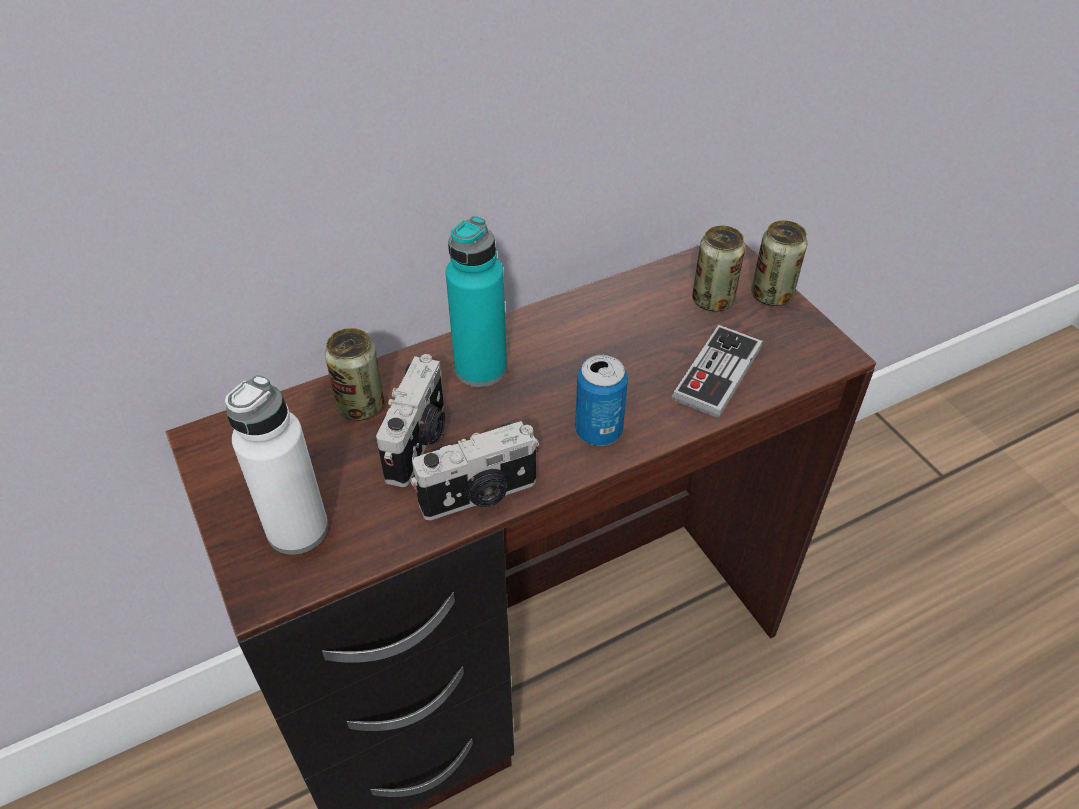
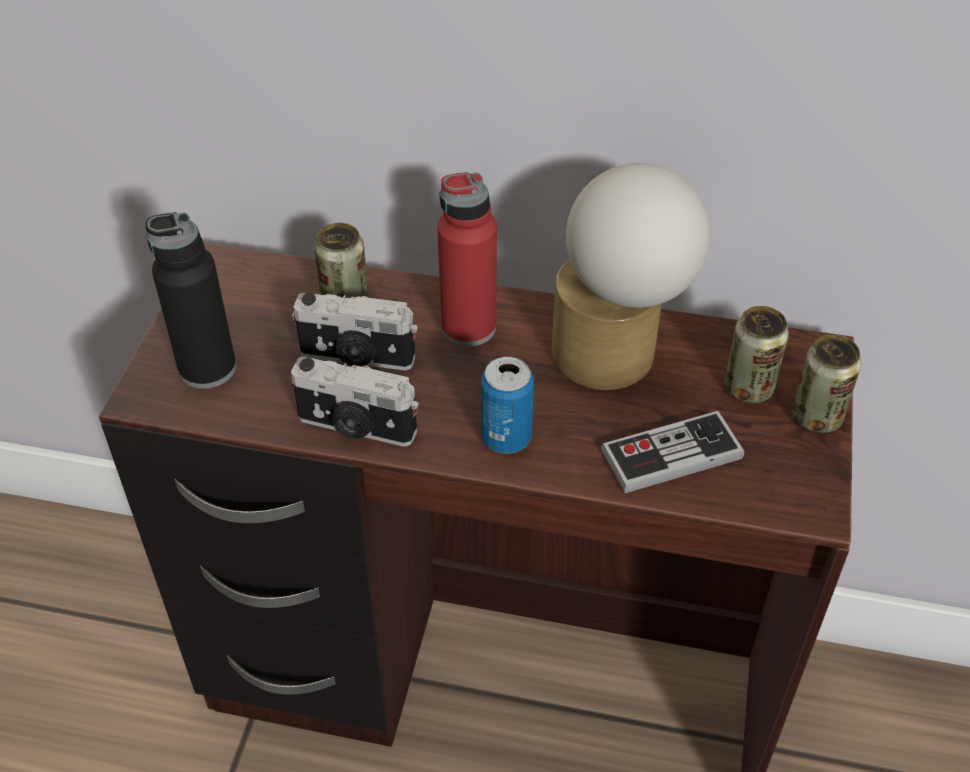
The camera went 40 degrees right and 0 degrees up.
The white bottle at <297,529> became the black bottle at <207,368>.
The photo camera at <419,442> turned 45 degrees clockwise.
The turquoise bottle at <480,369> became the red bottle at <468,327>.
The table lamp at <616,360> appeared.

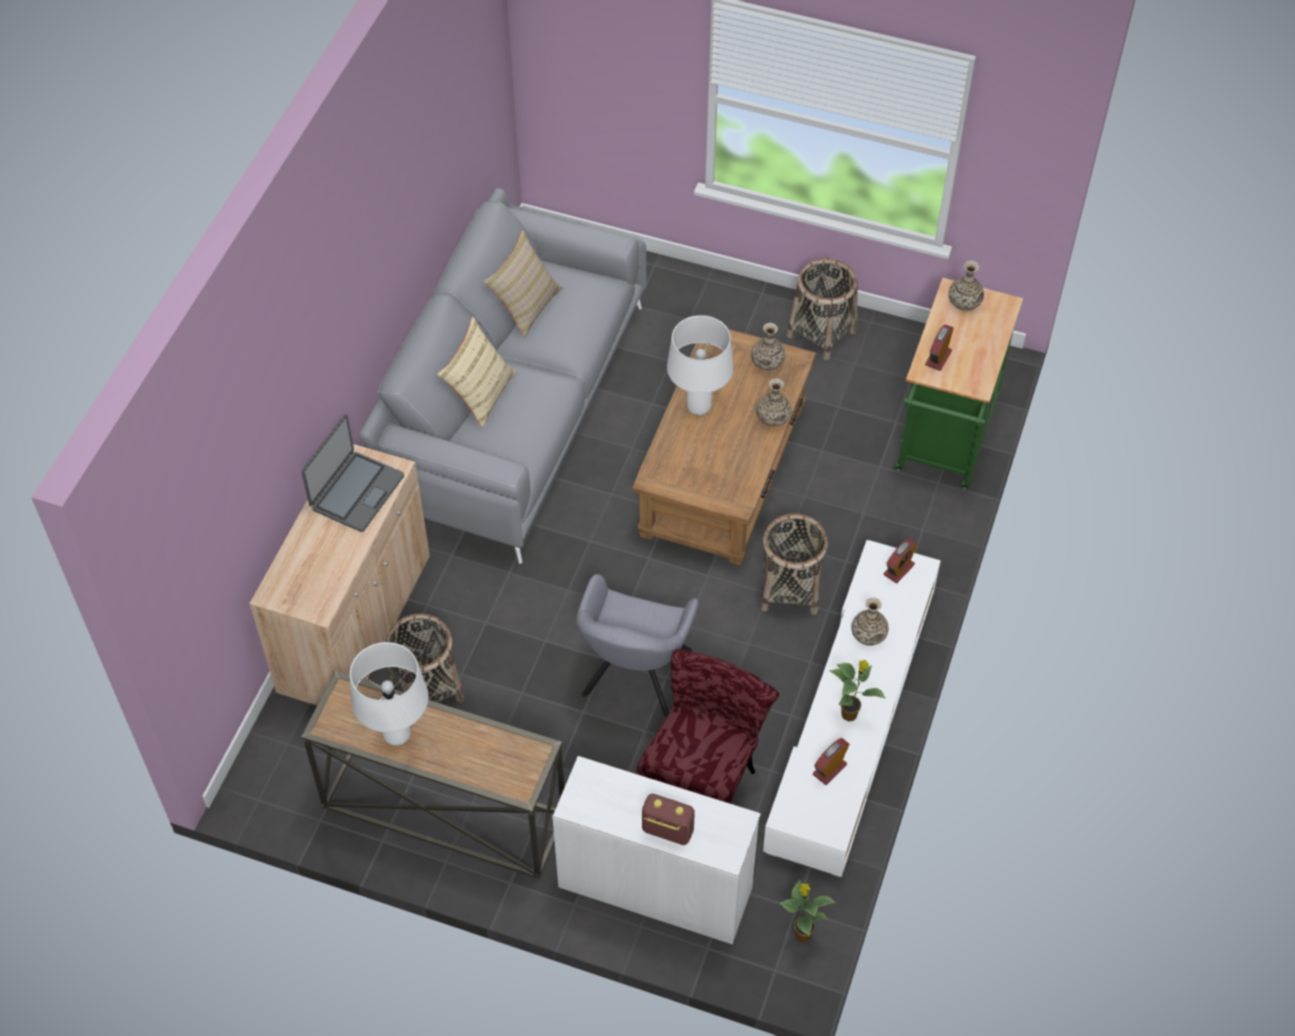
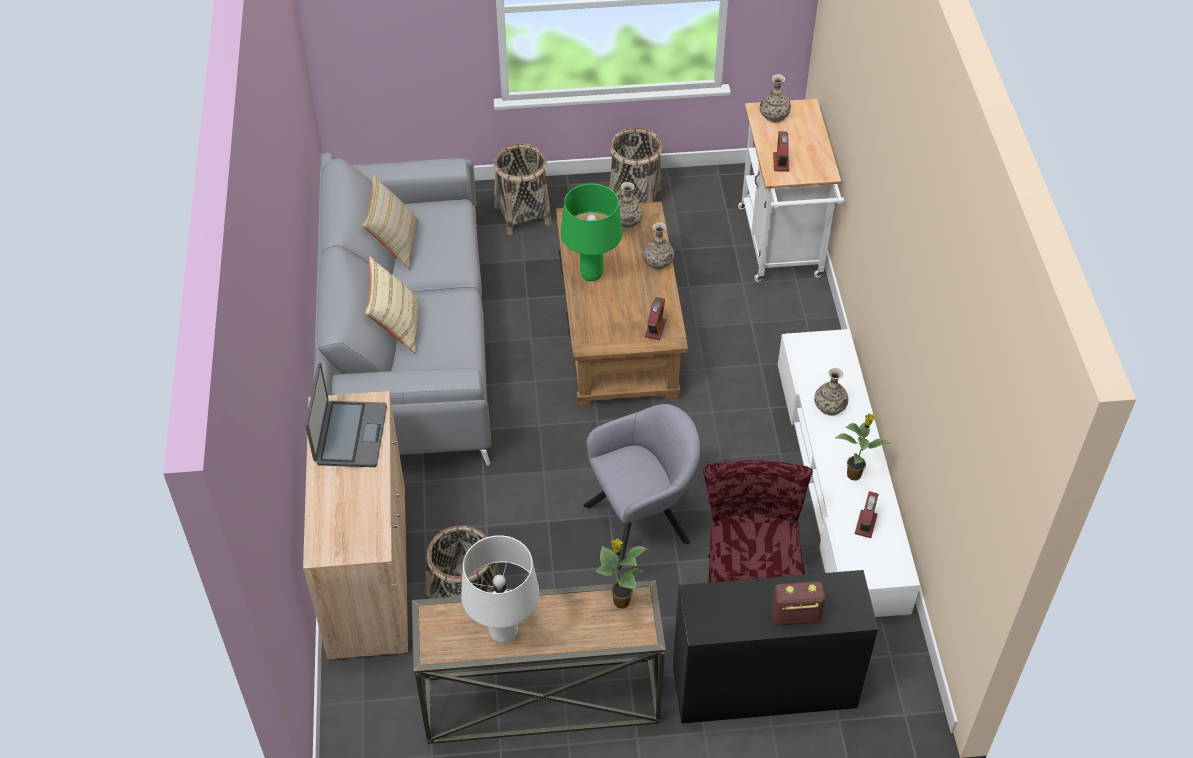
The camera went 25 degrees left and 5 degrees down.
The white desk at <655,884> became the black desk at <763,685>.
The grey armchair at <634,678> turned 105 degrees counterclockwise.
The white table lamp at <698,407> became the green table lamp at <591,274>.
The basket moved from <790,589> to <523,215>.
The potted plant moved from <802,933> to <620,601>.
The alarm clock moved from <898,569> to <655,329>.
The green cart at <944,442> became the white cart at <781,247>.

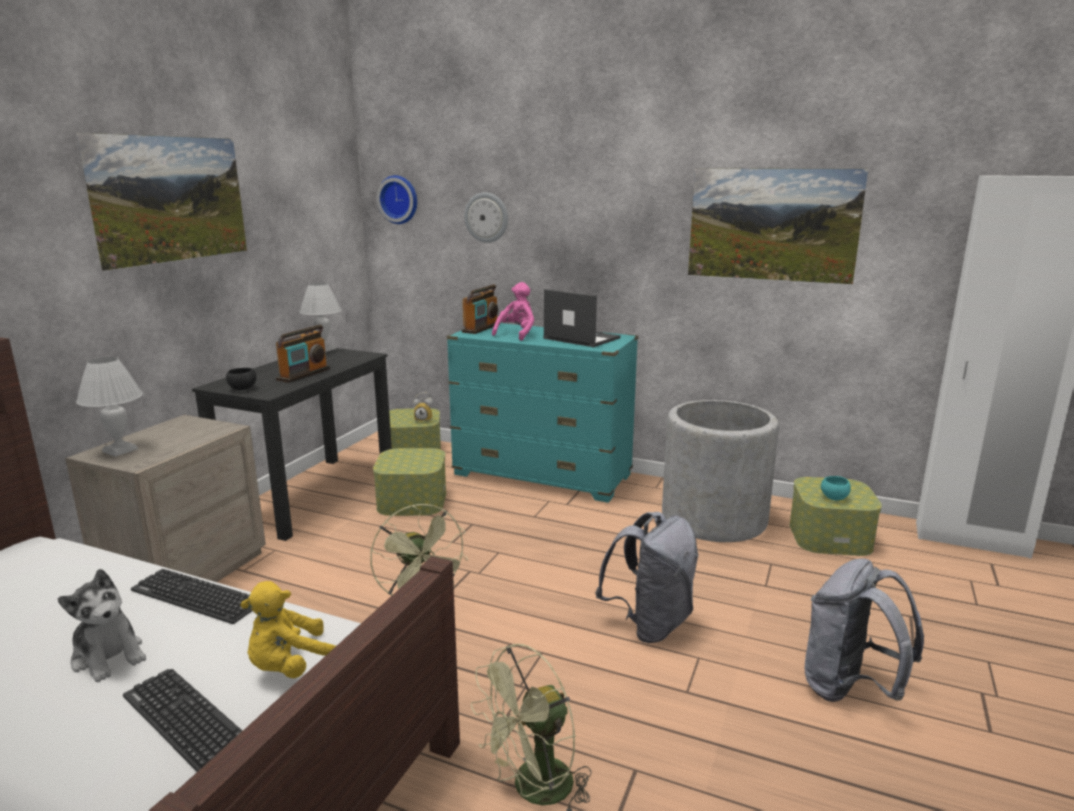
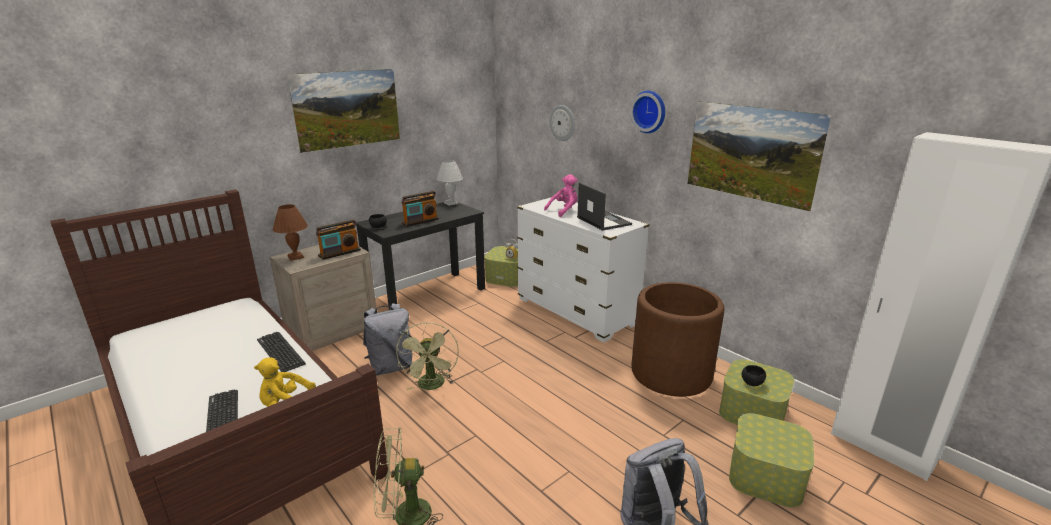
The camera went 25 degrees right and 5 degrees up.
The plush toy at <109,656> disappeared.
The white table lamp at <121,450> became the brown table lamp at <296,257>.
The storage box moved from <412,500> to <765,475>.
The wall clock moved from <399,199> to <650,111>.
The turquoise dresser at <542,476> became the white dresser at <576,312>.
The radio moved from <481,328> to <339,253>.
The grey backpack moved from <650,624> to <391,367>.
The grey planter at <714,518> became the brown planter at <671,373>.
The turquoise bowl at <834,498> became the black bowl at <751,383>.

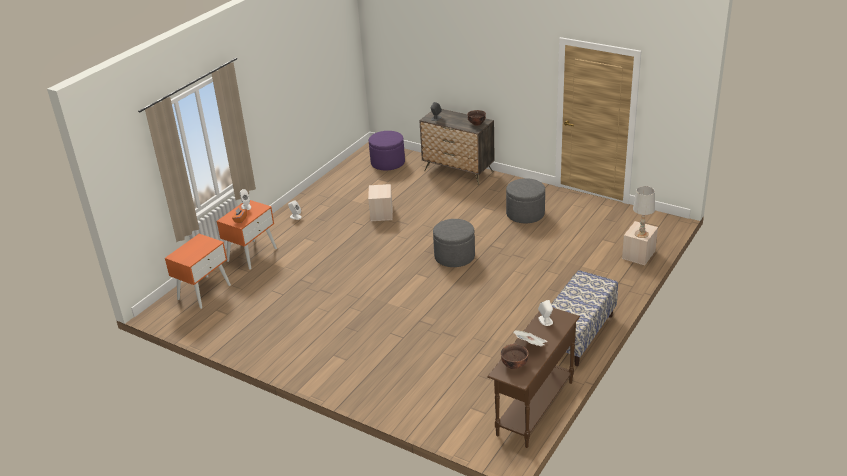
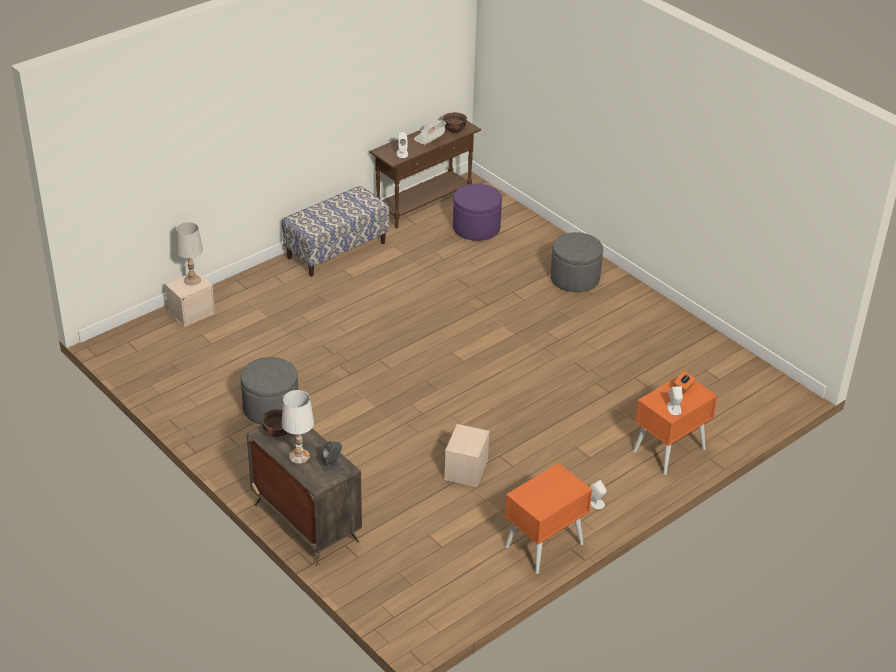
The camera went 165 degrees left and 5 degrees up.
The orange nightstand moved from <204,291> to <544,545>.
The purple ottoman moved from <387,163> to <476,228>.
The grey ottoman moved from <454,256> to <574,278>.
The white table lamp at <299,456> appeared.

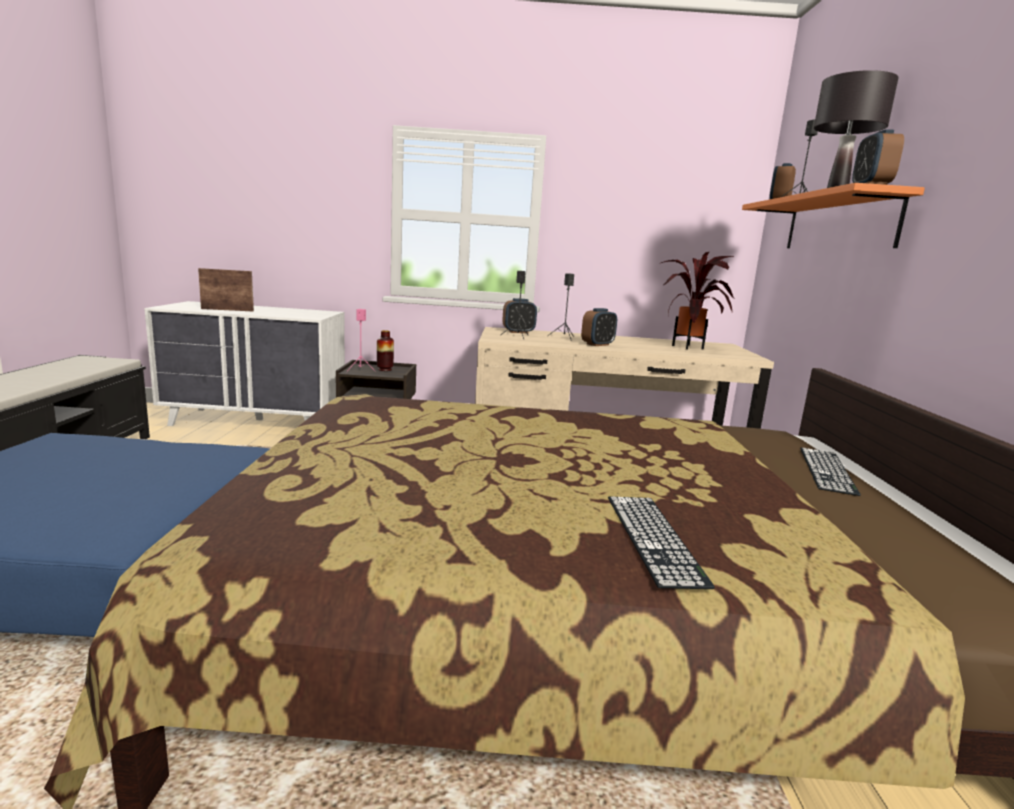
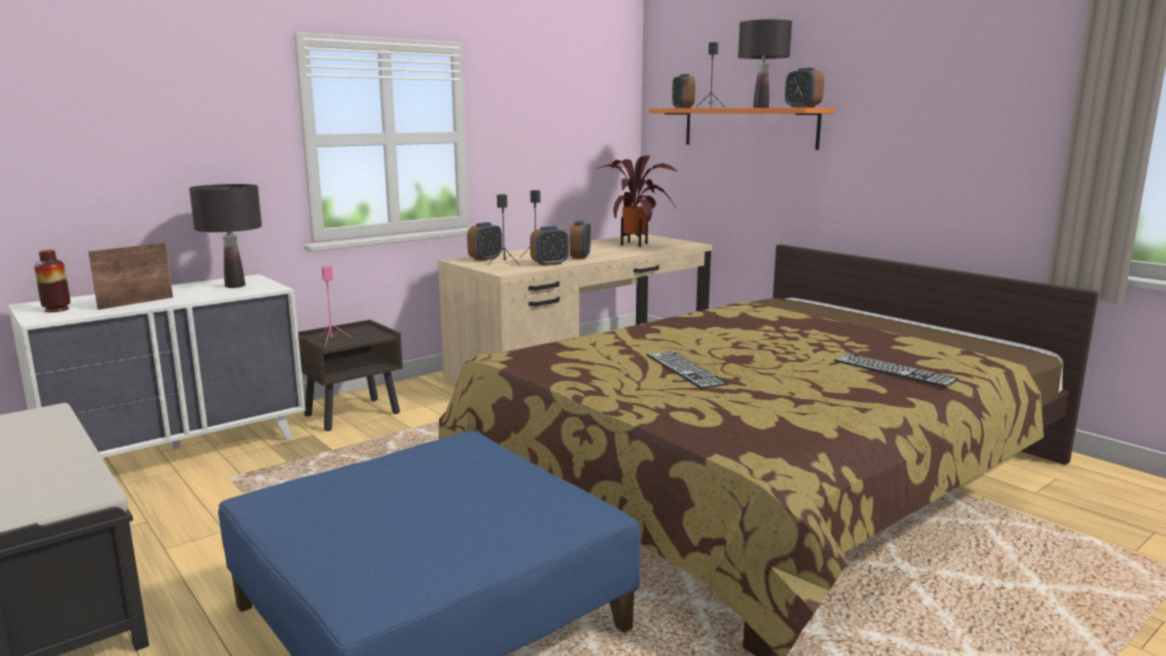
The camera went 40 degrees left and 0 degrees up.
The vase moved from <385,369> to <57,310>.
The keyboard moved from <827,470> to <685,369>.
The black table lamp at <235,286> appeared.
The alarm clock at <549,264> appeared.

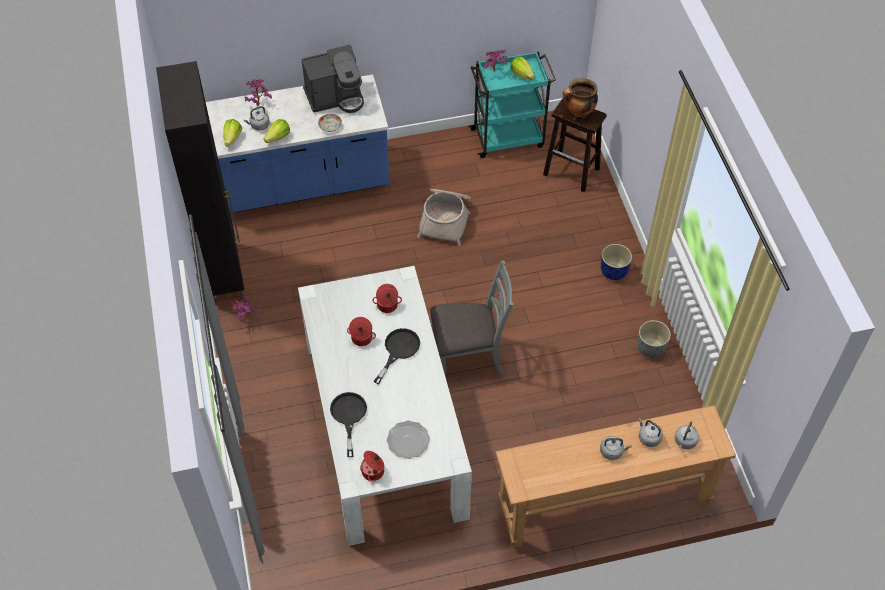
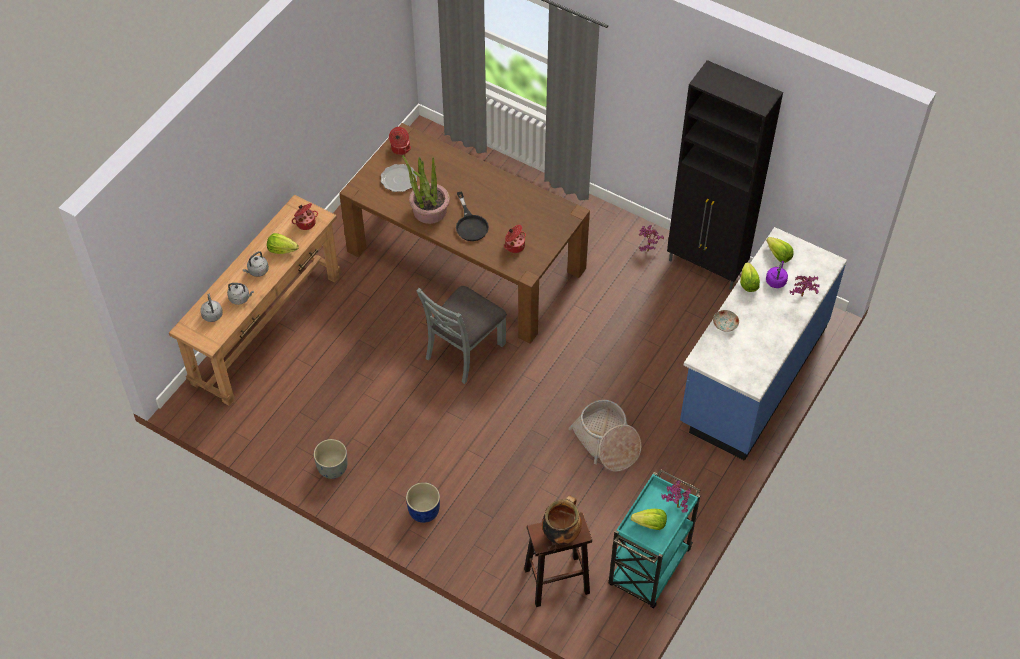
The camera went 135 degrees right and 0 degrees up.
The grey kettle at <259,125> became the purple kettle at <776,280>.
The white dining table at <384,427> became the brown dining table at <466,260>.
The coffee machine at <335,97> disappeared.
The black frying pan at <348,416> disappeared.
The cooking pot moved from <361,338> to <305,222>.
The lettuce at <282,249> appeared.
The potted plant at <429,210> appeared.

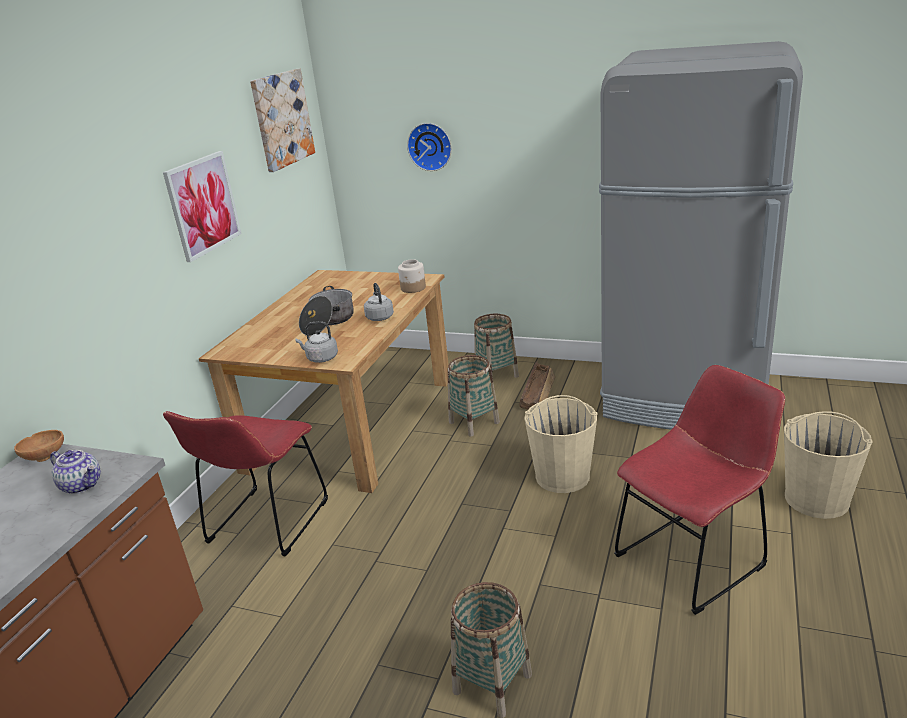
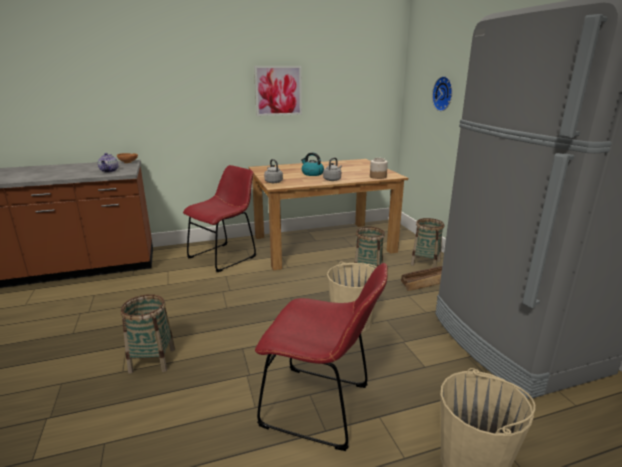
The camera went 50 degrees right and 5 degrees down.
The red chair at <265,525> turned 150 degrees clockwise.
The picture at <282,119> disappeared.
The cooking pot at <328,322> was replaced by the kettle at <312,174>.

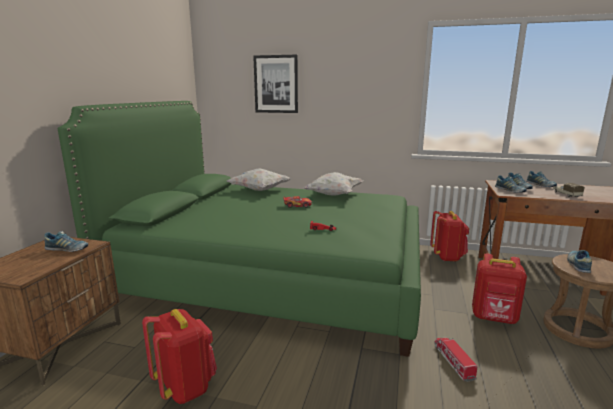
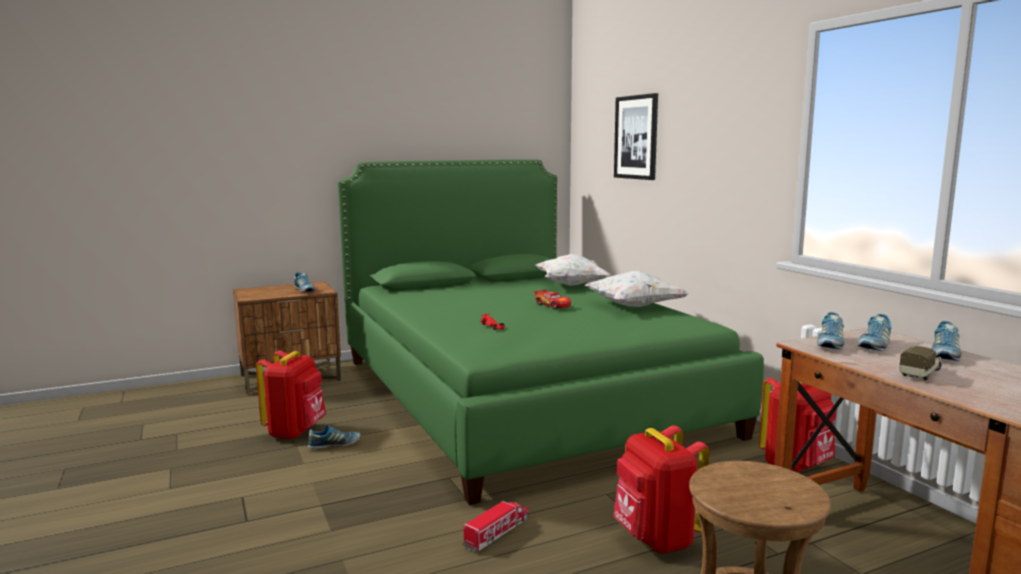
The camera went 50 degrees right and 5 degrees down.
The shoe moved from <578,265> to <335,445>.

